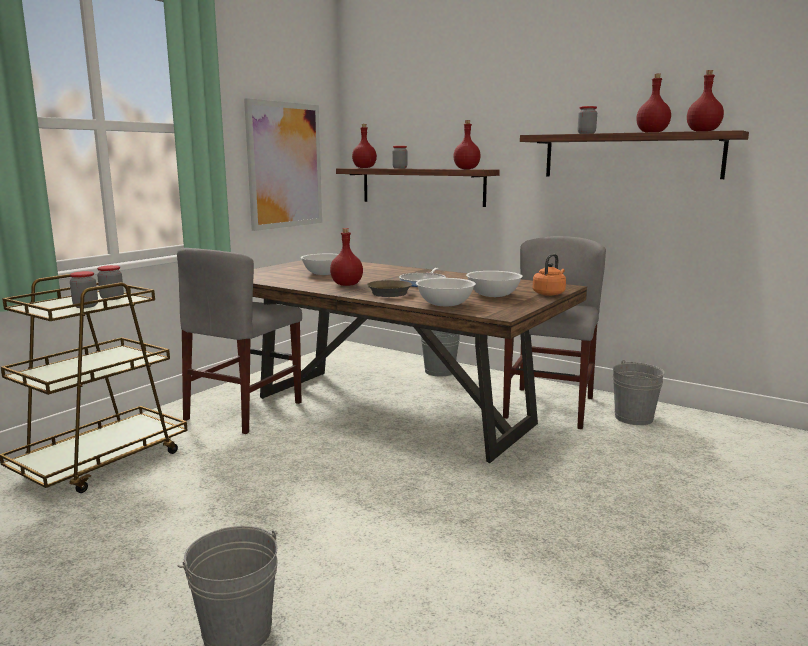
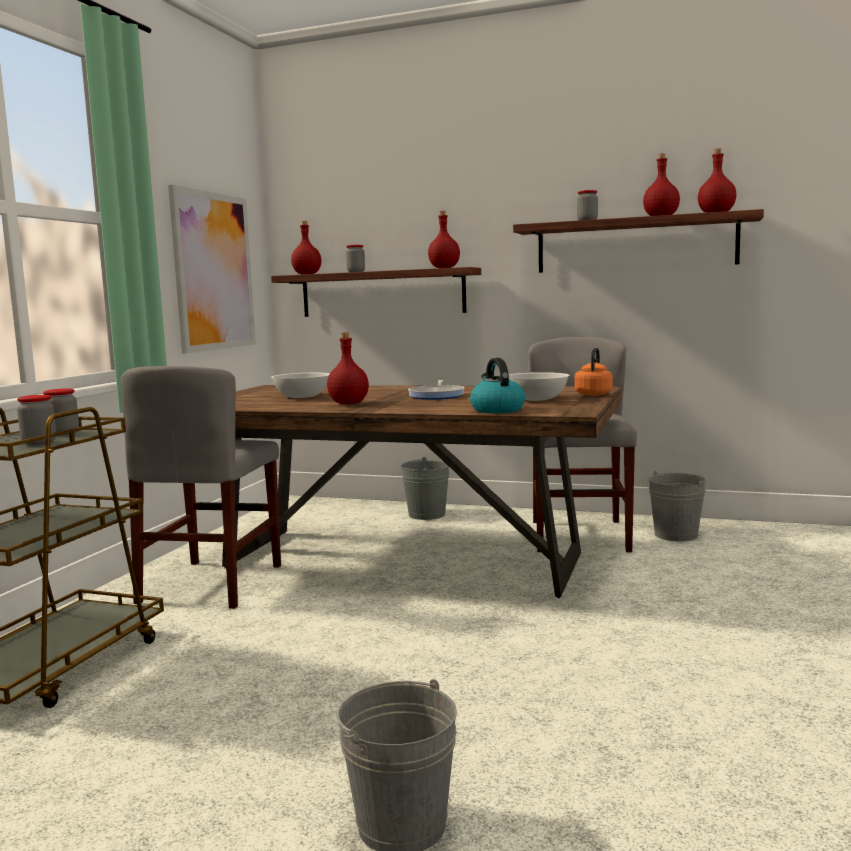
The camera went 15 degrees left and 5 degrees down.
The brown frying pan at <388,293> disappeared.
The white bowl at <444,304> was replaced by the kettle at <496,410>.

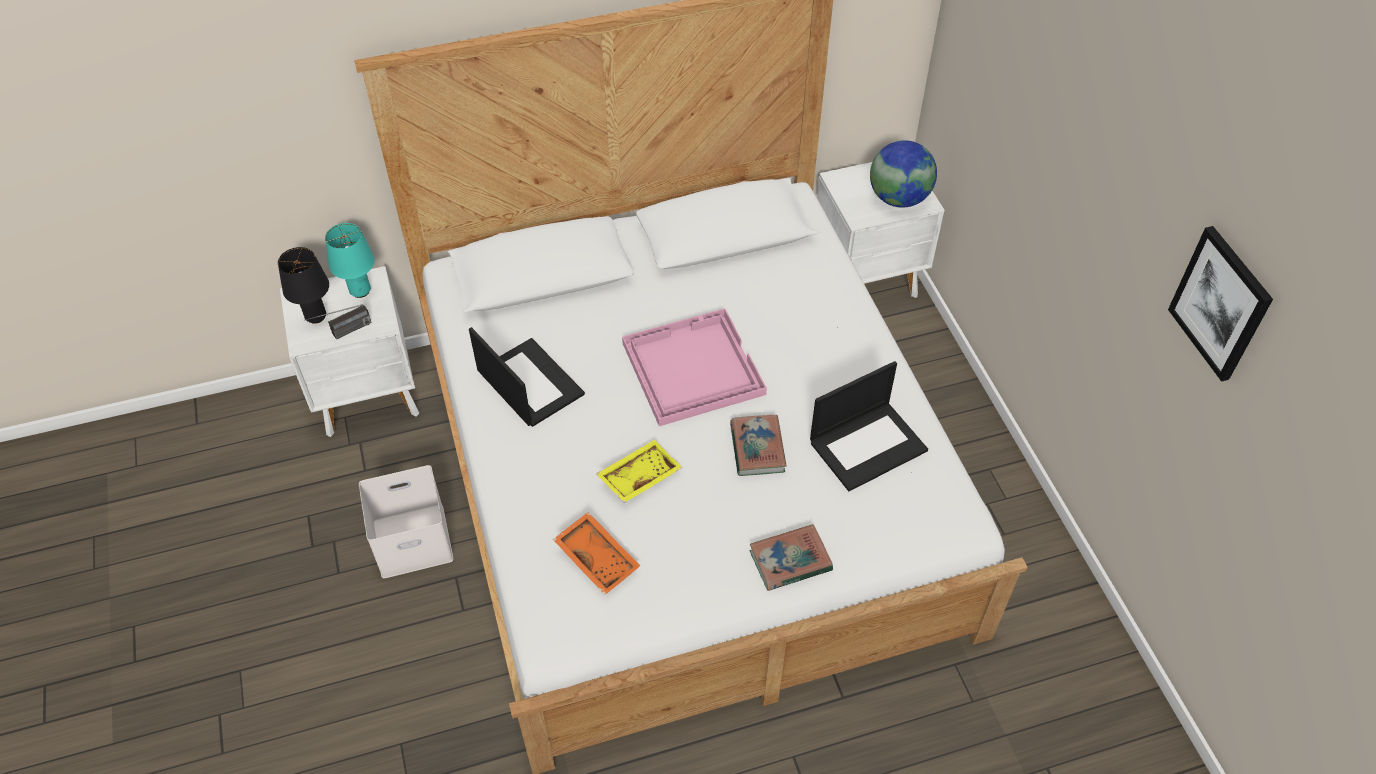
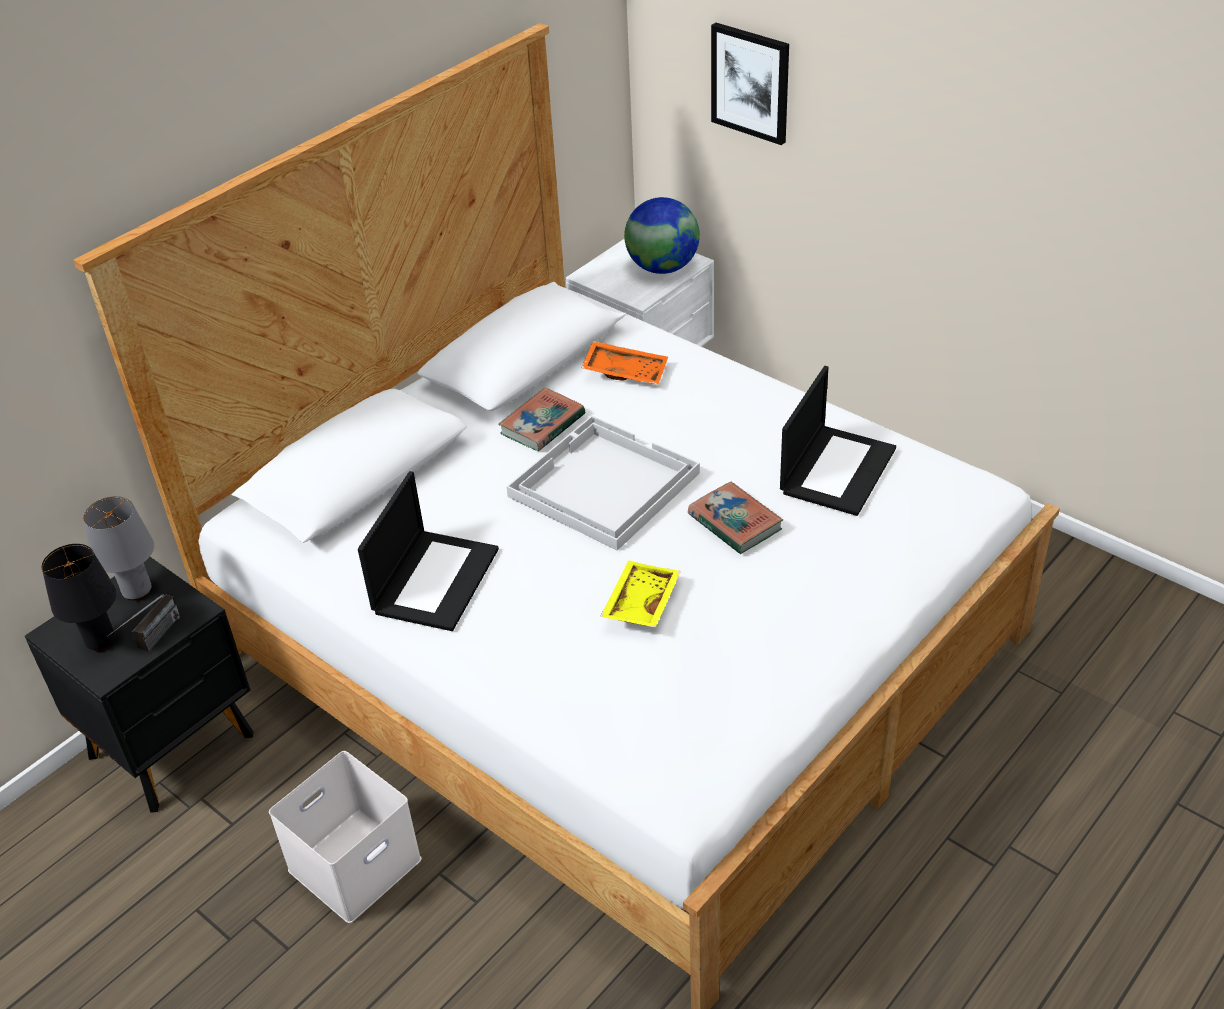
The camera went 30 degrees left and 10 degrees down.
The white nightstand at <369,397> became the black nightstand at <175,746>.
The turquoise table lamp at <361,291> became the grey table lamp at <138,591>.
The laptop at <528,383> turned 90 degrees clockwise.
The orange tray moved from <598,557> to <626,371>.
The pink tray at <691,368> became the white tray at <602,485>.
The book moved from <790,561> to <542,424>.
The picture moved from <1221,303> to <751,82>.

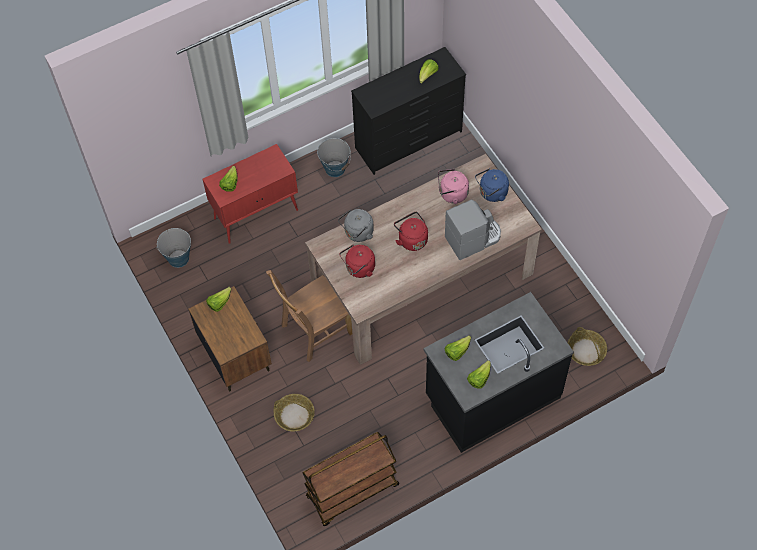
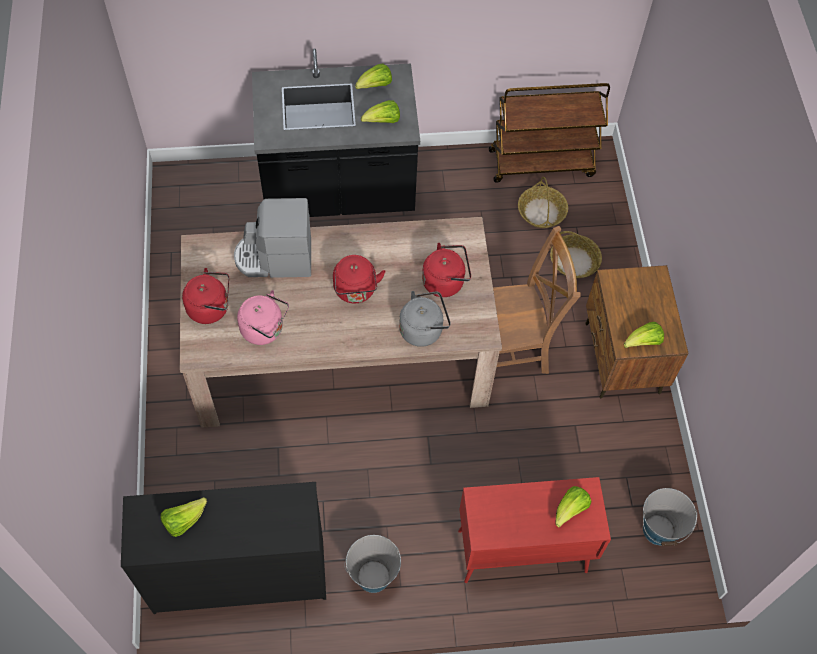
The camera went 160 degrees left and 0 degrees up.
The blue kettle at <491,193> became the red kettle at <211,308>.
The basket moved from <585,351> to <541,212>.

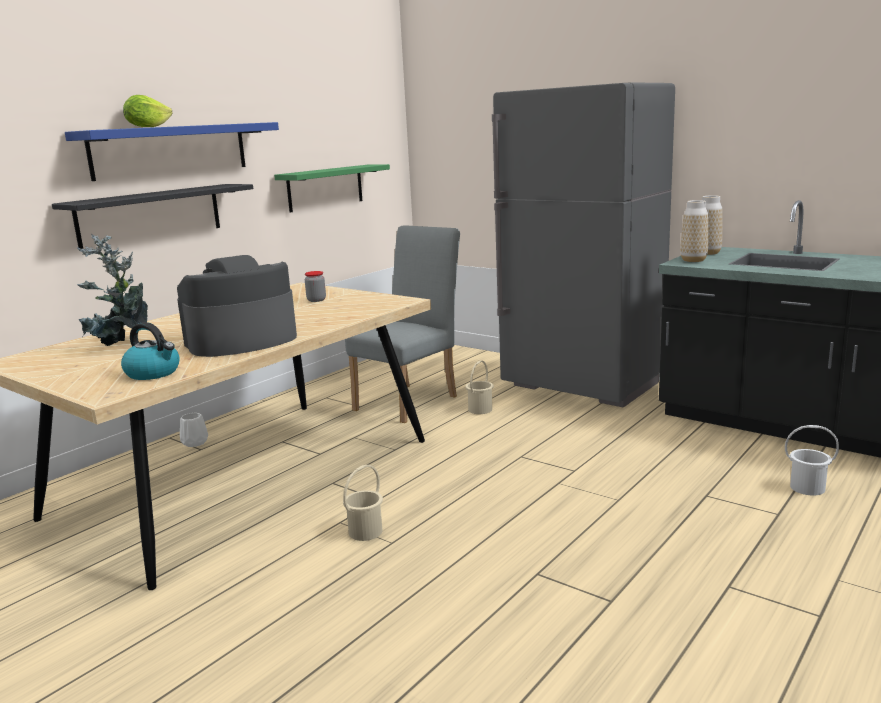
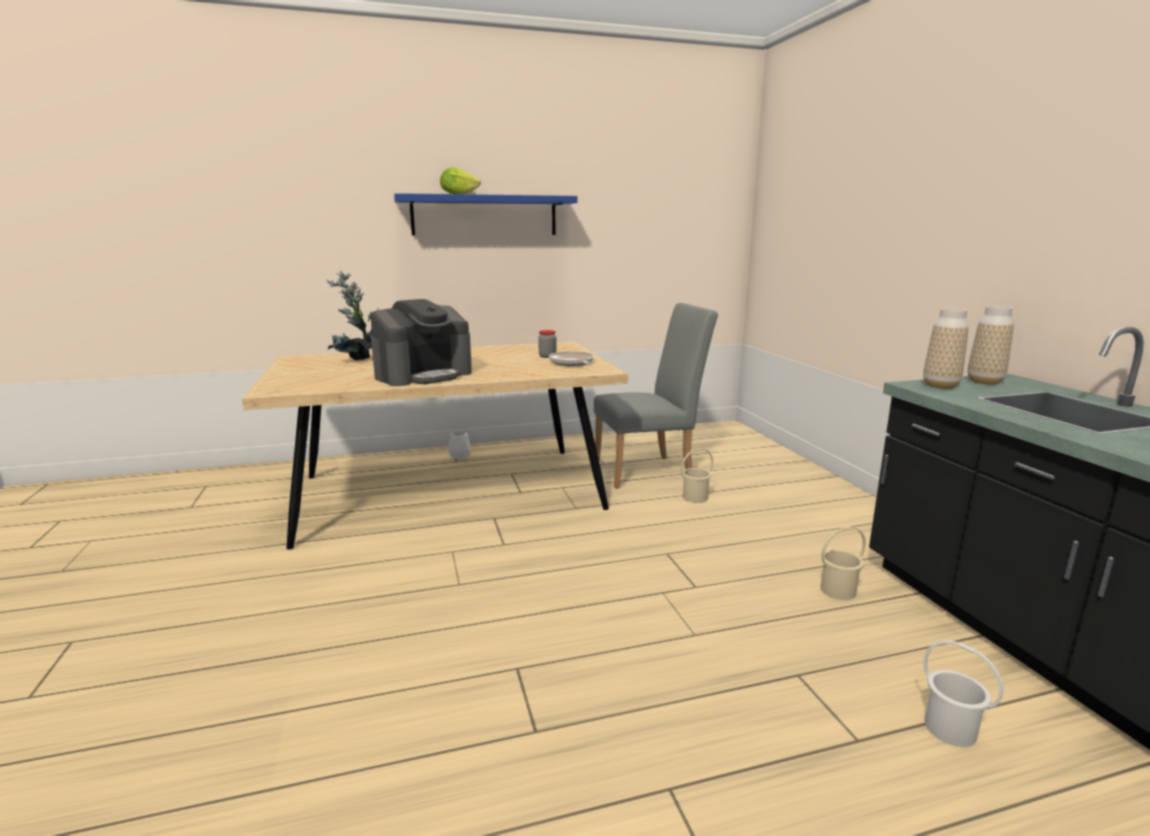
The camera went 35 degrees right and 0 degrees up.
The black shelf at <150,215> disappeared.
The kettle at <154,373> disappeared.
The coffee machine at <241,341> turned 135 degrees clockwise.
The green shelf at <325,188> disappeared.
The beige bucket moved from <365,532> to <837,590>.
The grey fridge at <582,387> disappeared.
The frying pan at <572,363> appeared.

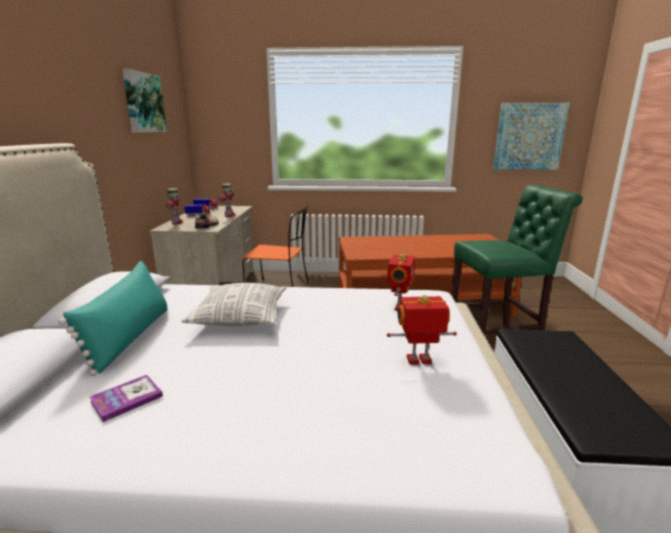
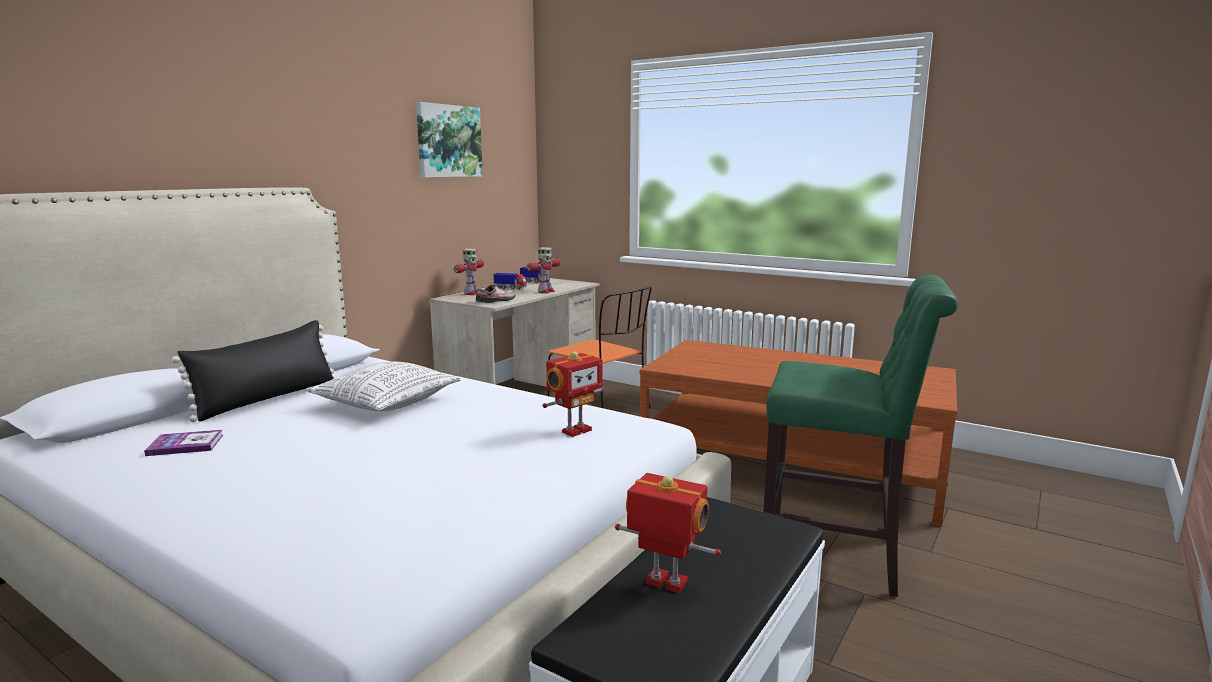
The camera went 30 degrees right and 5 degrees down.
The turquoise pillow at <130,337> became the black pillow at <268,399>.
The toy robot moved from <419,361> to <665,583>.
The picture at <529,136> disappeared.

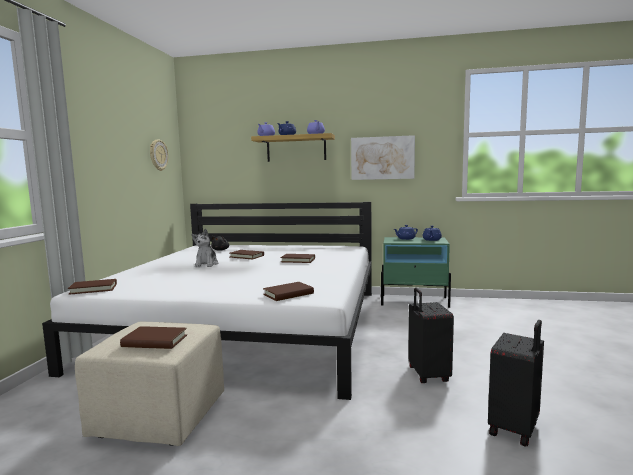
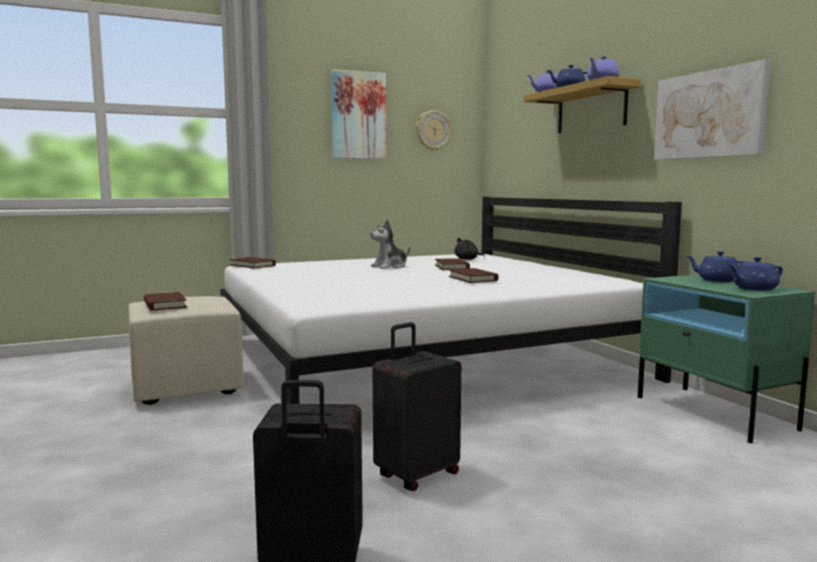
The camera went 55 degrees right and 0 degrees up.
The brown book at <288,294> disappeared.
The picture at <358,115> appeared.

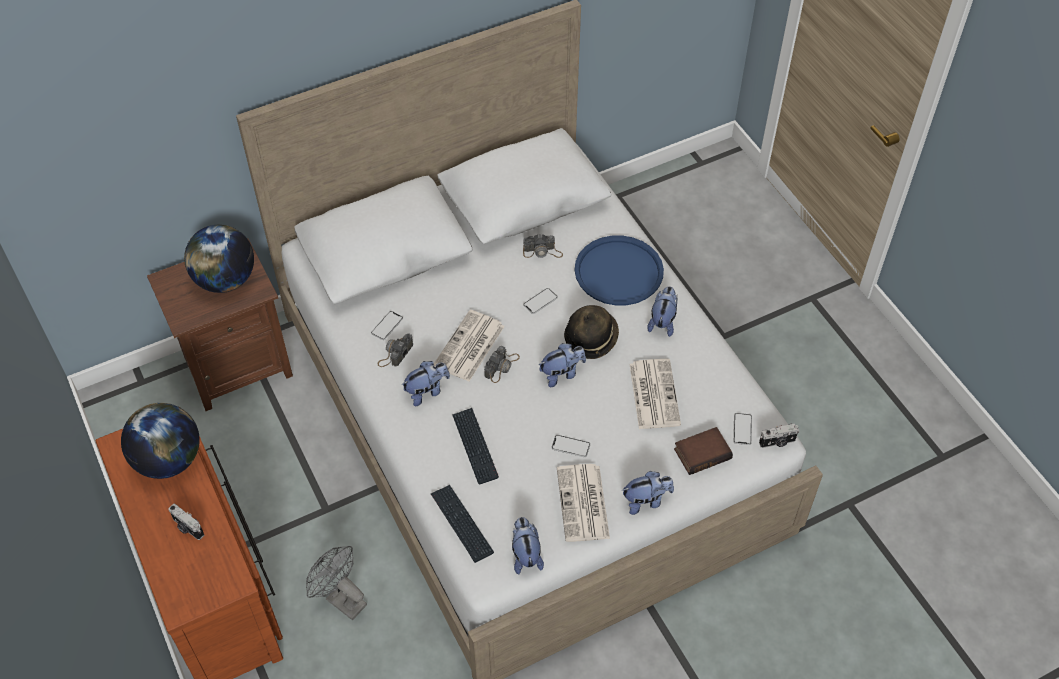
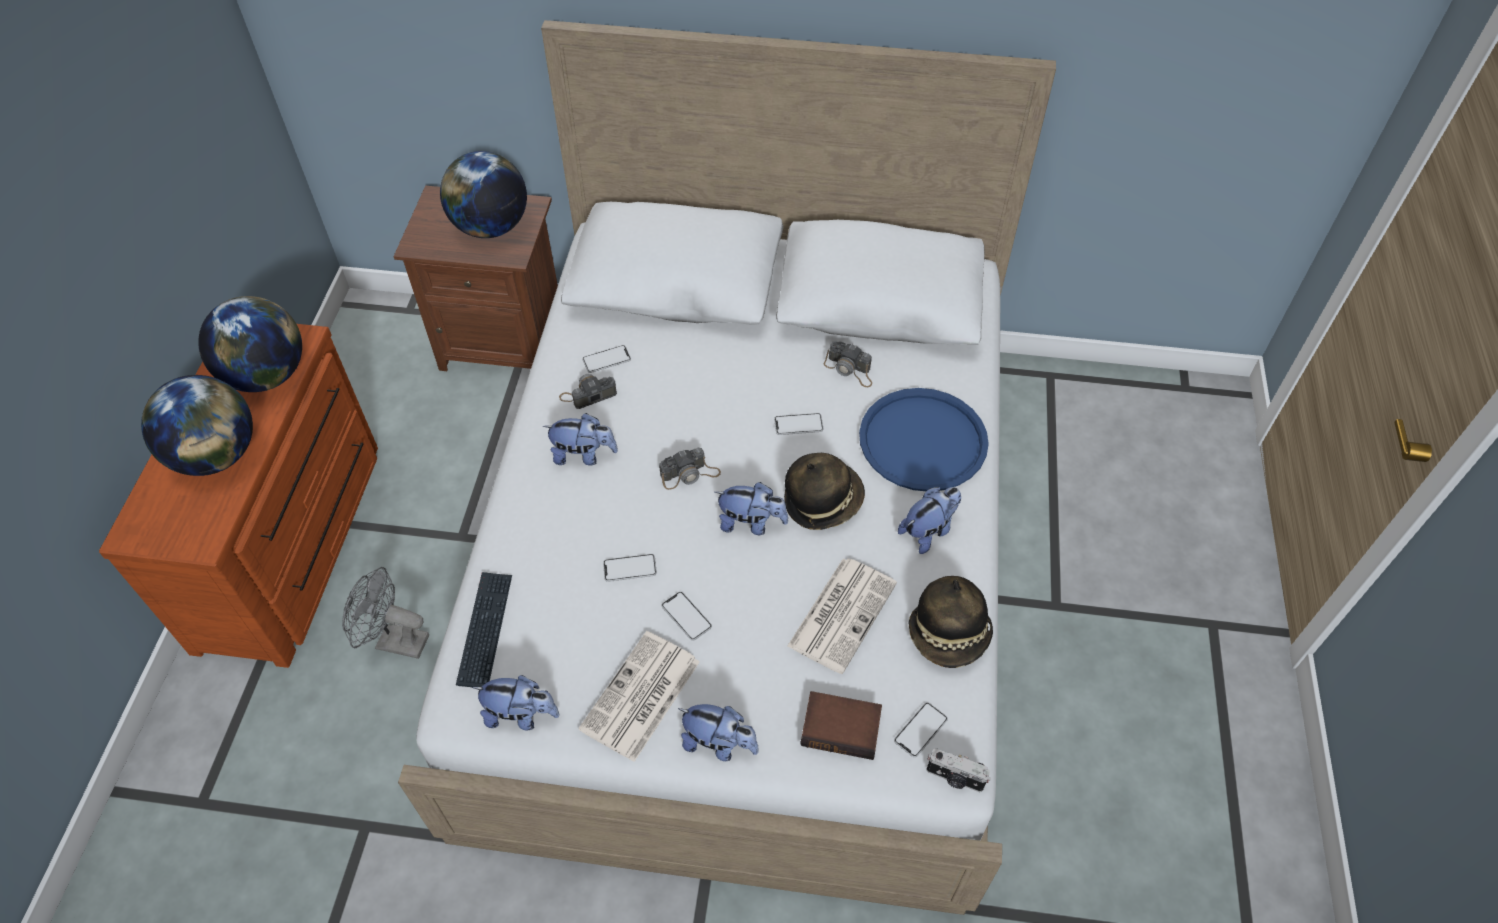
The camera went 35 degrees right and 0 degrees up.
The photo camera at <187,528> was replaced by the globe at <217,455>.
The grey fan at <341,599> turned 60 degrees counterclockwise.
The newspaper at <469,347> disappeared.
The keyboard at <475,446> disappeared.
The plush toy at <525,555> turned 75 degrees clockwise.
The phone at <630,568> appeared.
The hat at <949,635> appeared.

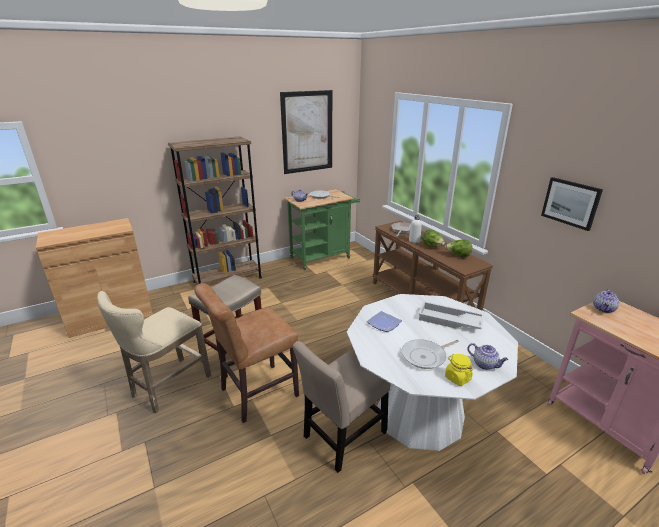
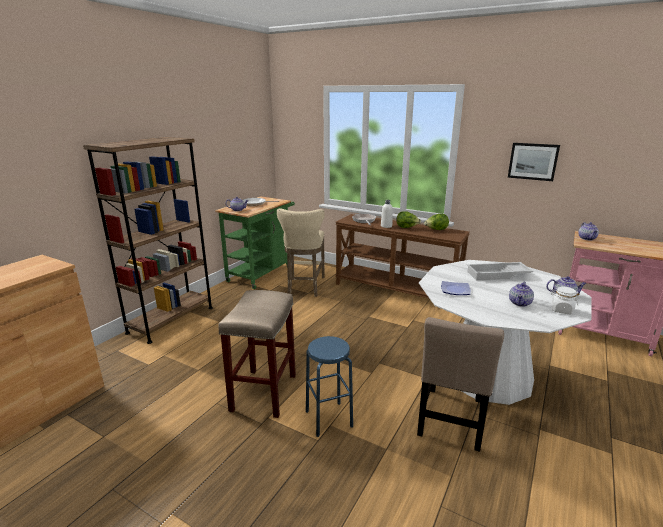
The camera went 30 degrees left and 5 degrees down.
The beige stool moved from <167,387> to <304,287>.
The brown chair at <255,394> was replaced by the blue stool at <328,419>.
The picture at <307,132> disappeared.
The frying pan at <425,356> was replaced by the teapot at <520,303>.
The yellow jar at <457,378> became the white jar at <561,310>.

